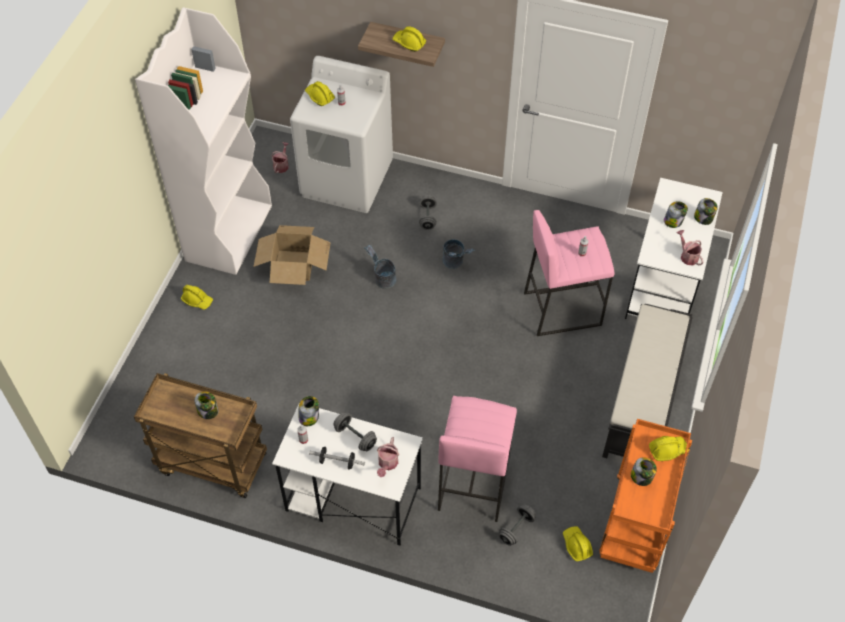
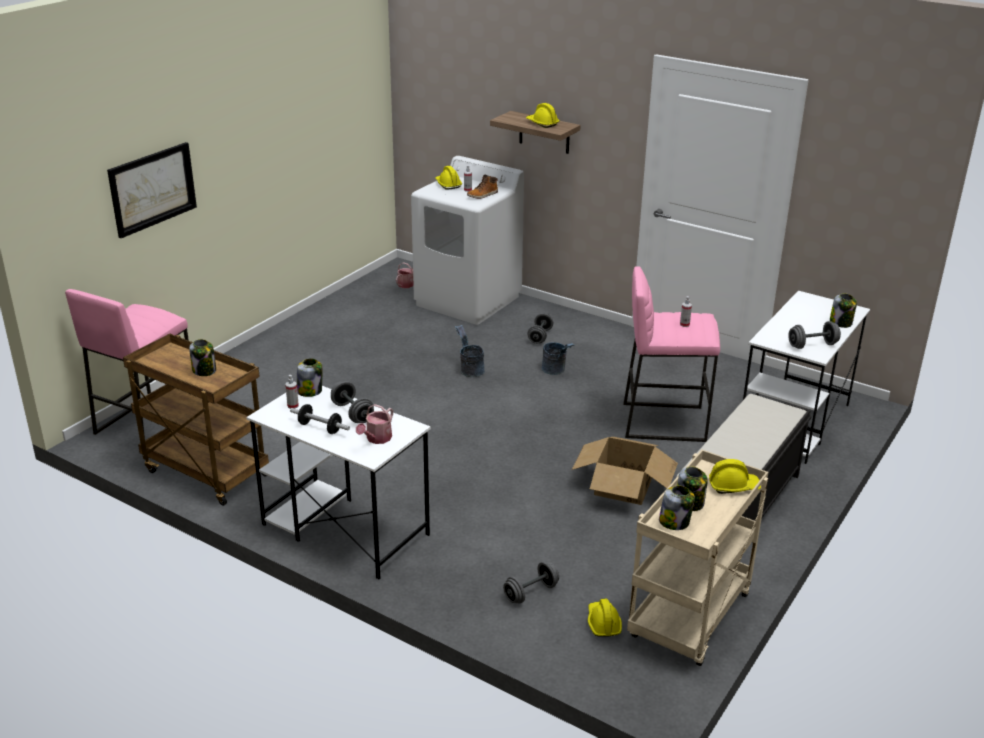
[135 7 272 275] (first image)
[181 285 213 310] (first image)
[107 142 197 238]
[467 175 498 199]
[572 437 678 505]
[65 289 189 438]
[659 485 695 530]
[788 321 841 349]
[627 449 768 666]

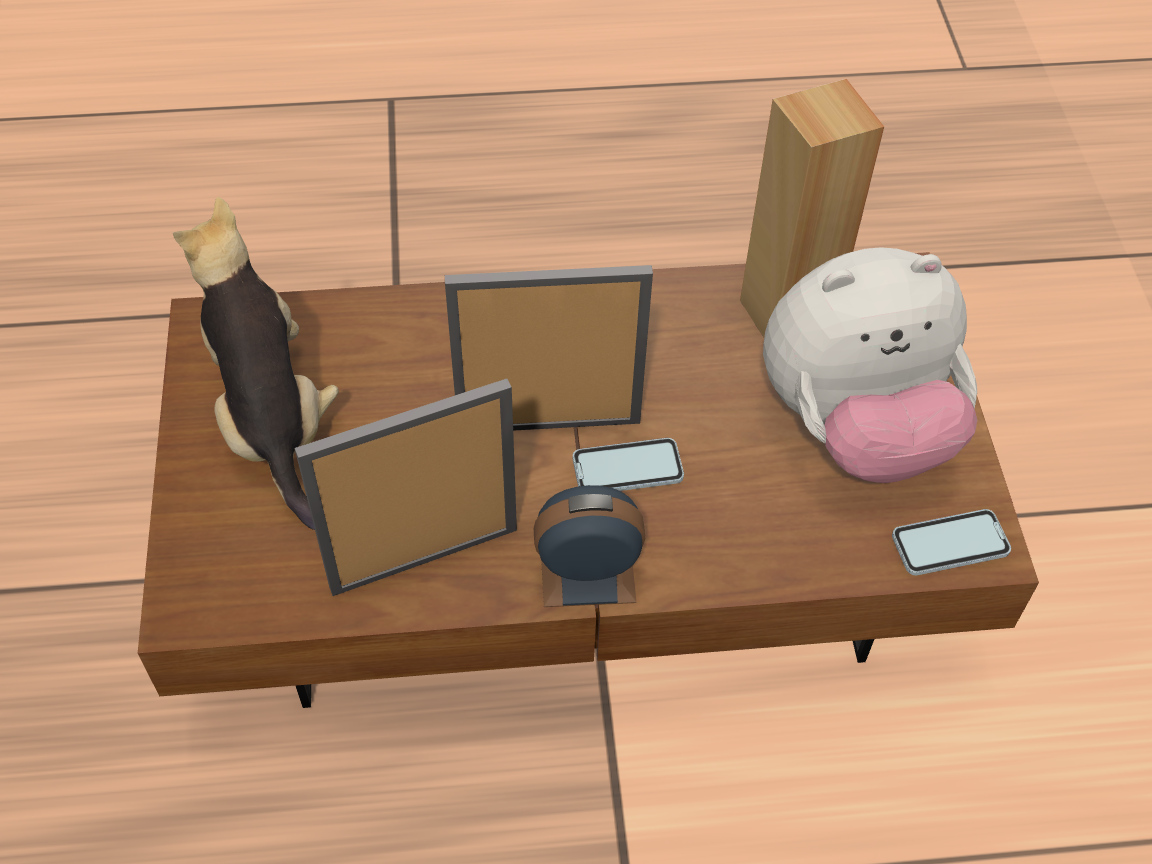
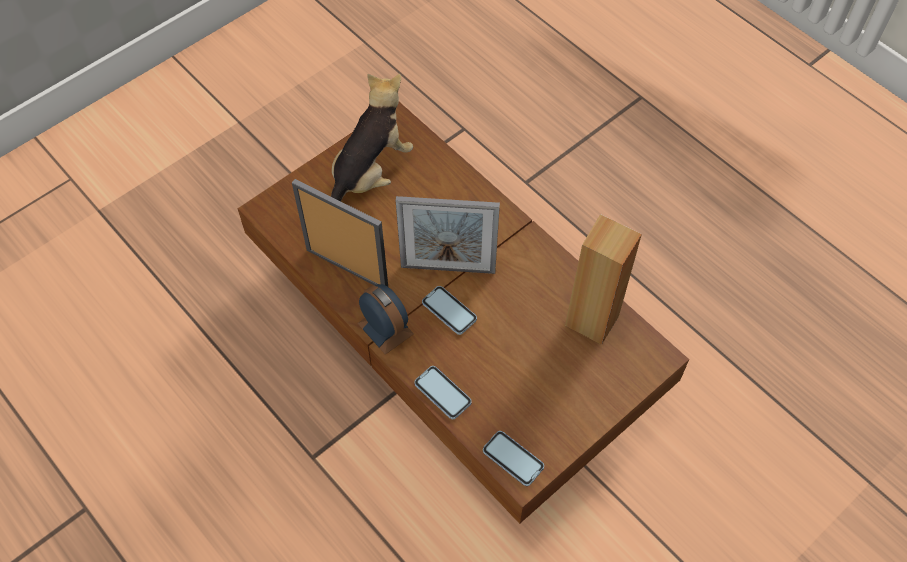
[763 247 977 483] (first image)
[414 366 472 419]
[396 196 500 274]

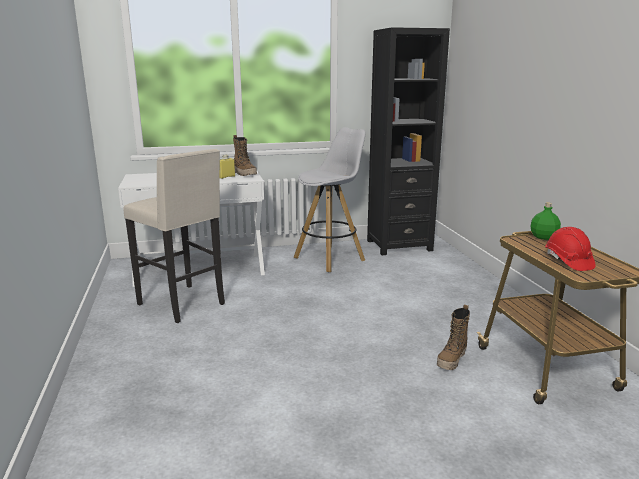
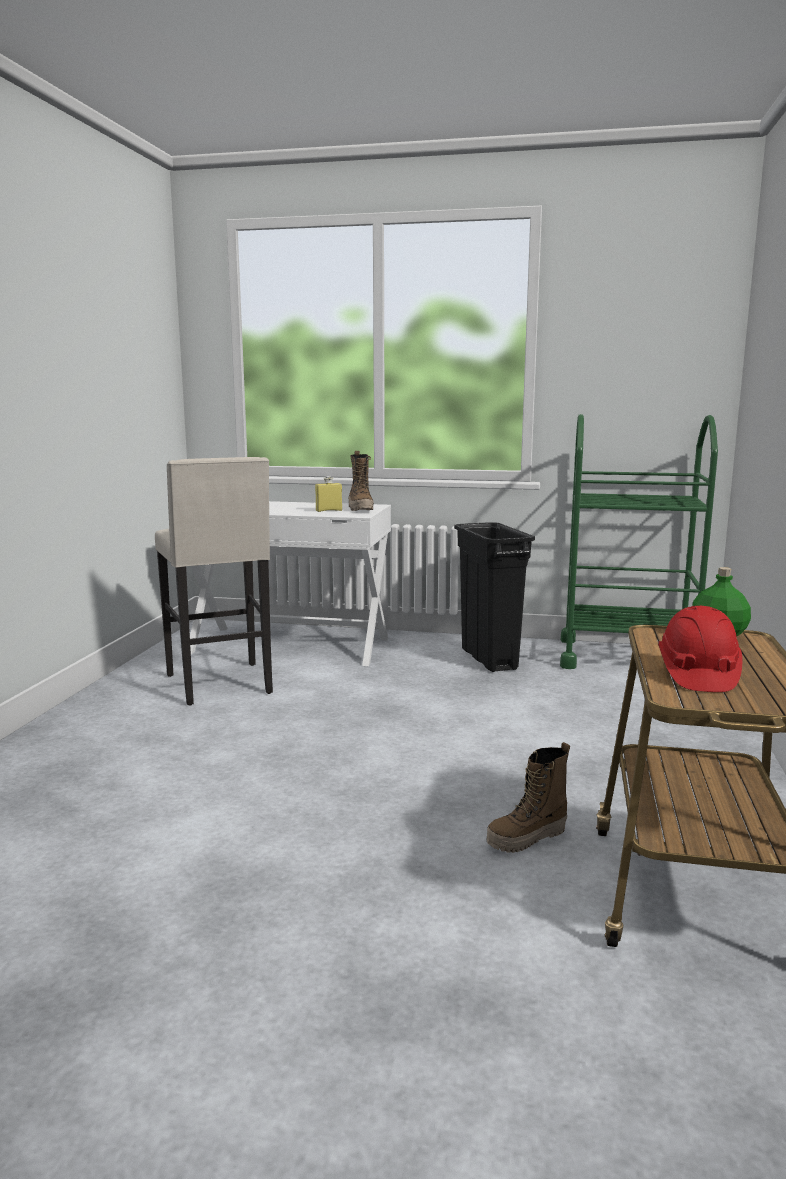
[454 522 535 672]
[560 414 718 669]

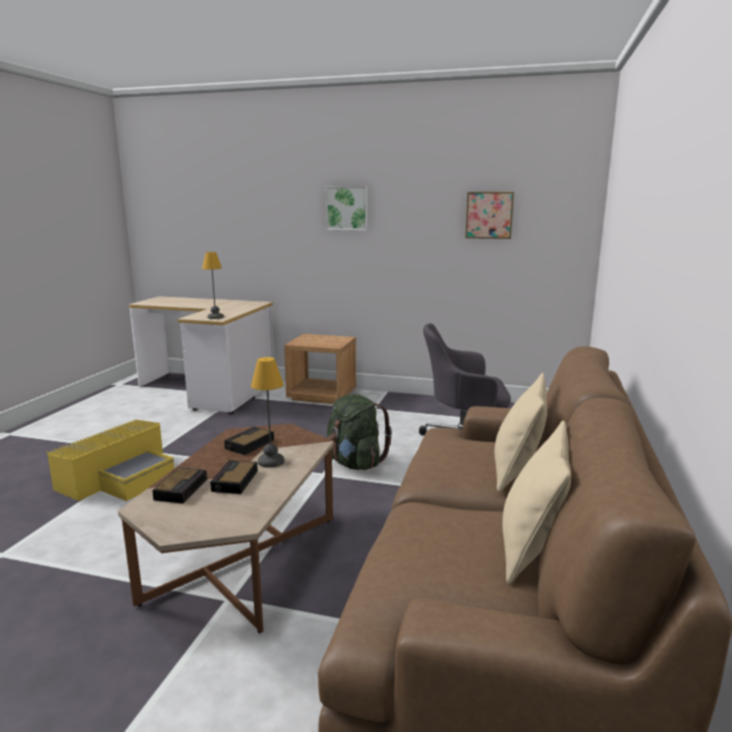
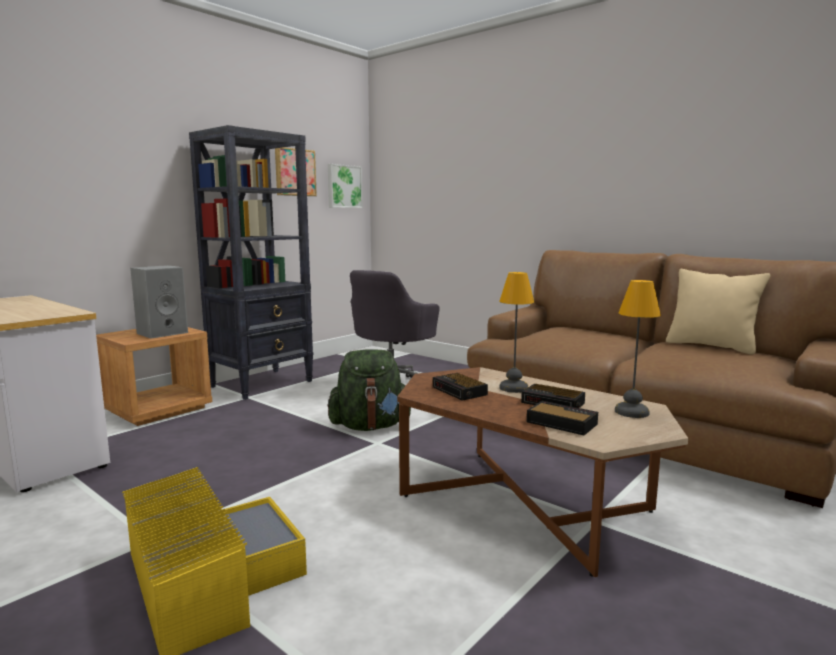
[495 373 547 493] (first image)
[130 265 188 339]
[189 125 313 400]
[615 280 661 418]
[328 164 363 208]

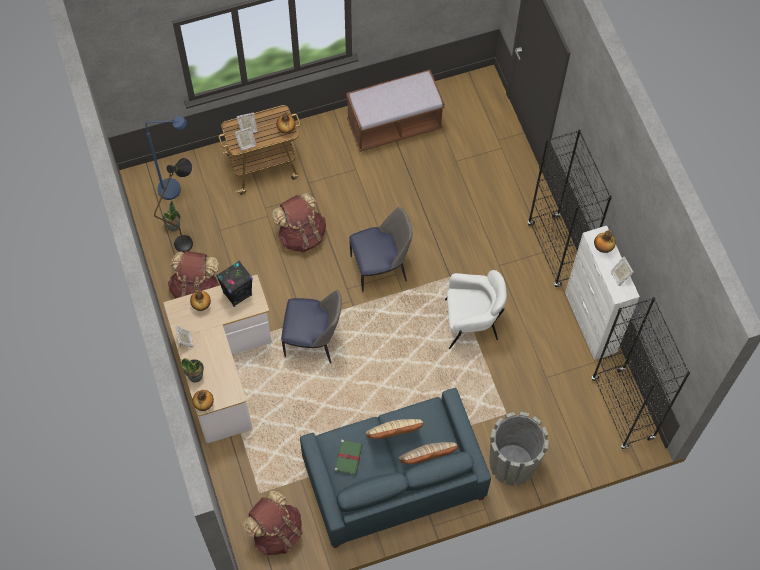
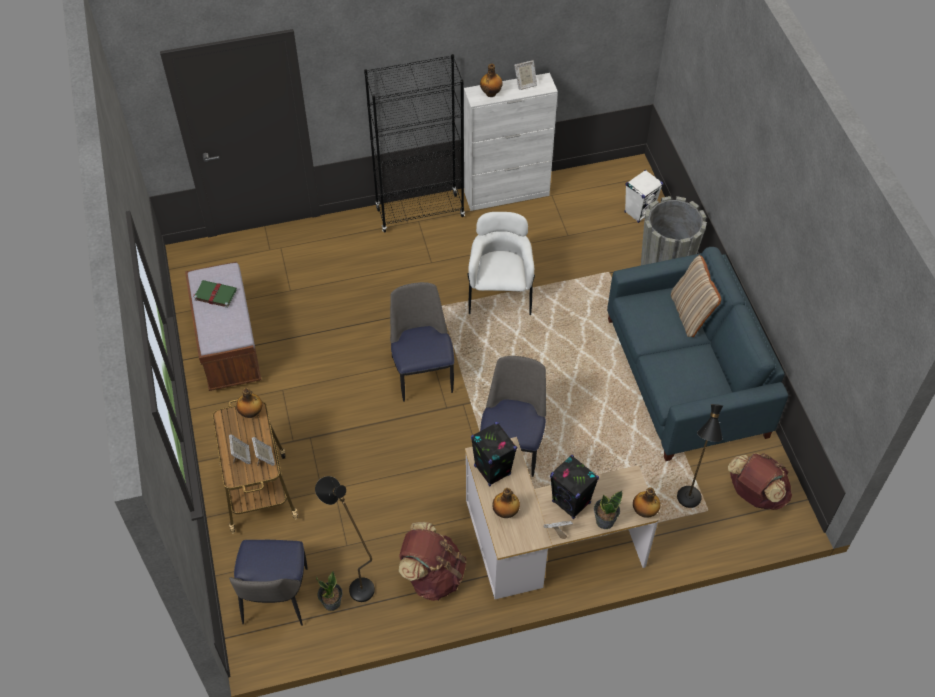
[272 193 326 253] (first image)
[366 419 423 439] (first image)
[592 297 690 450] (first image)
[550 455 599 519]
[624 170 663 223]
[677 404 723 508]
[194 280 237 308]
[229 540 307 626]

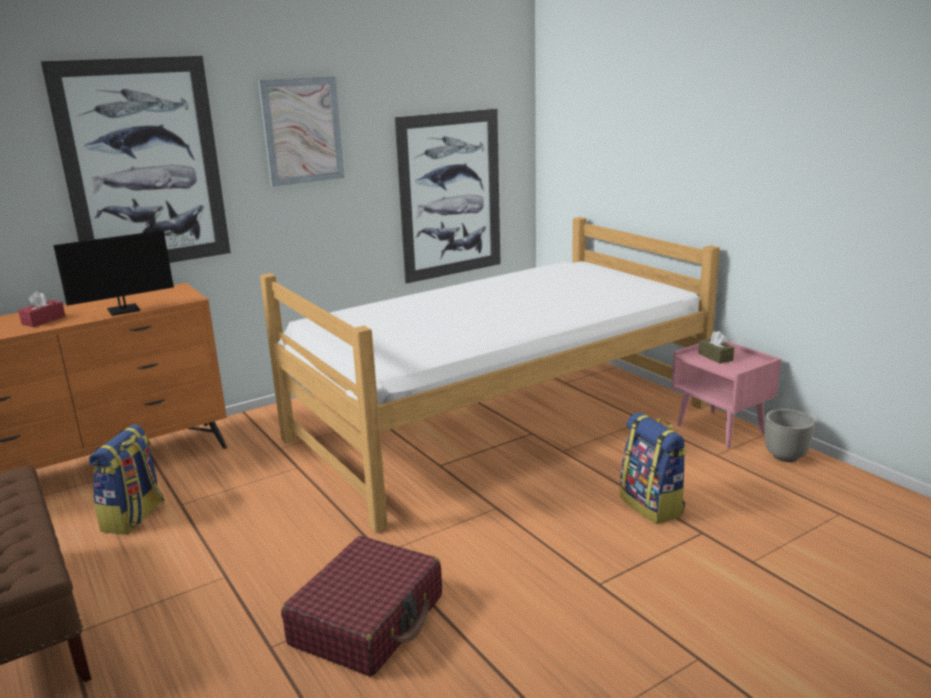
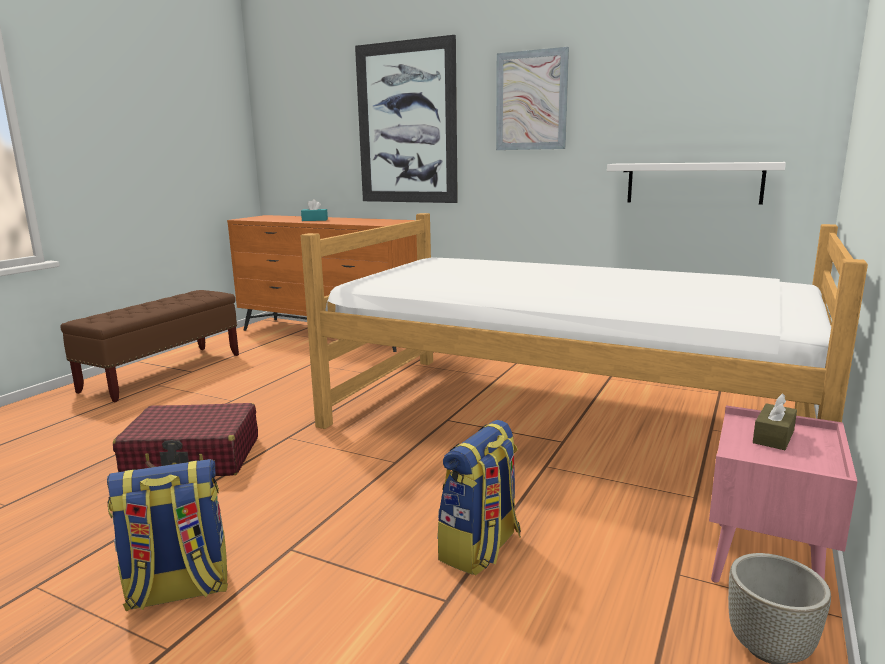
[53 230 193 316] (first image)
[107 459 228 611]
[607 162 786 205]
[301 199 328 221]

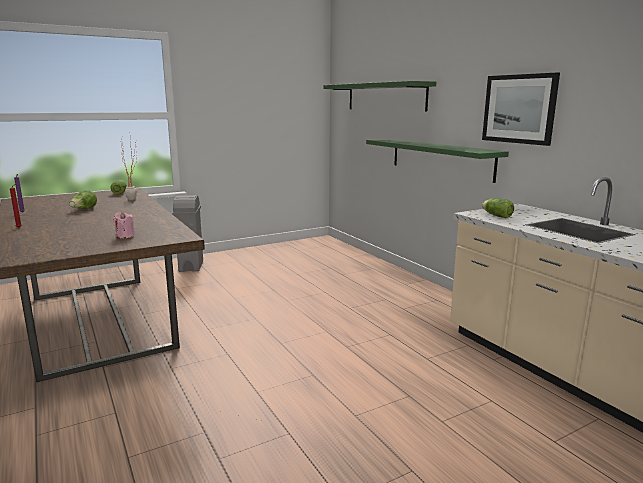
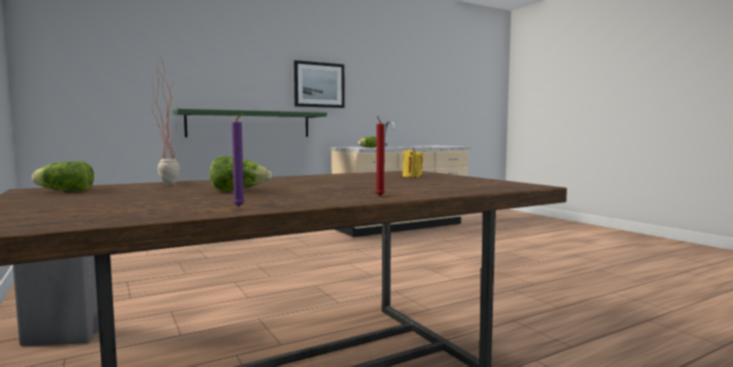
[323 81 436 112] (first image)
[402 147 423 178]

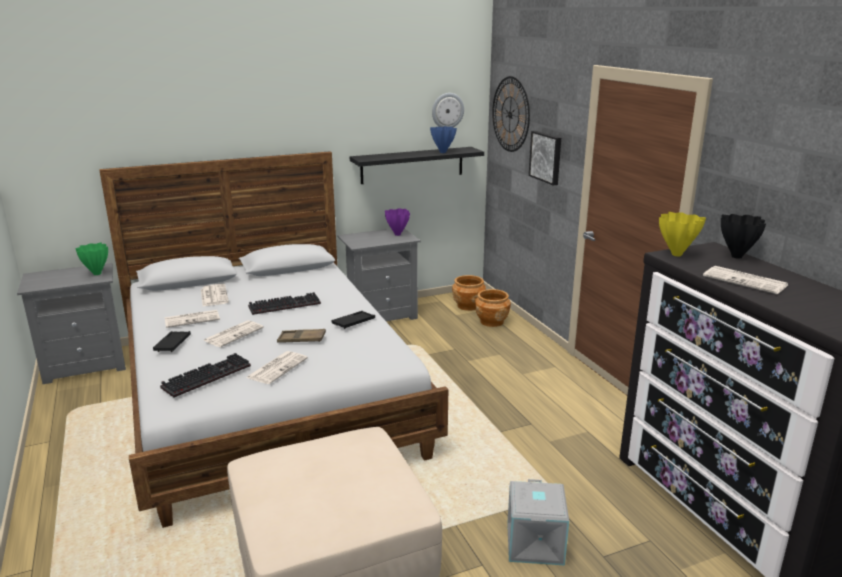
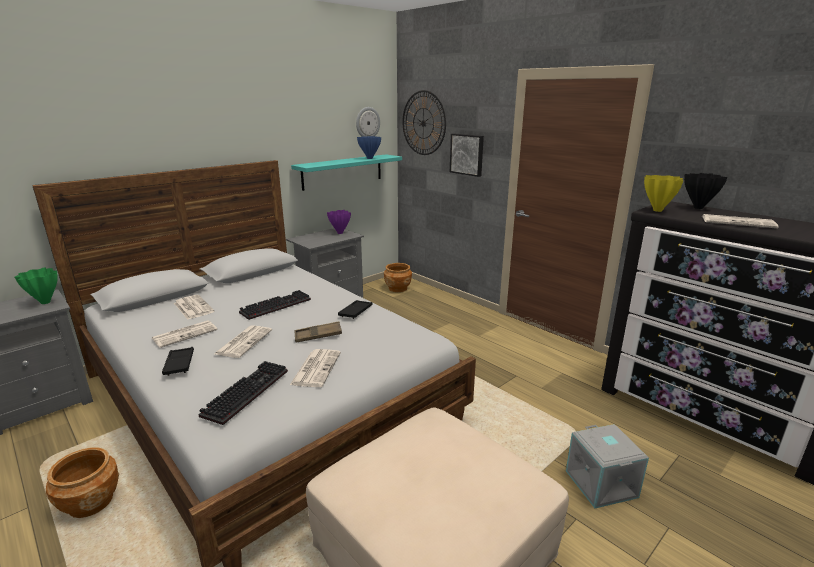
[46 447 119 518]
[291 154 402 191]

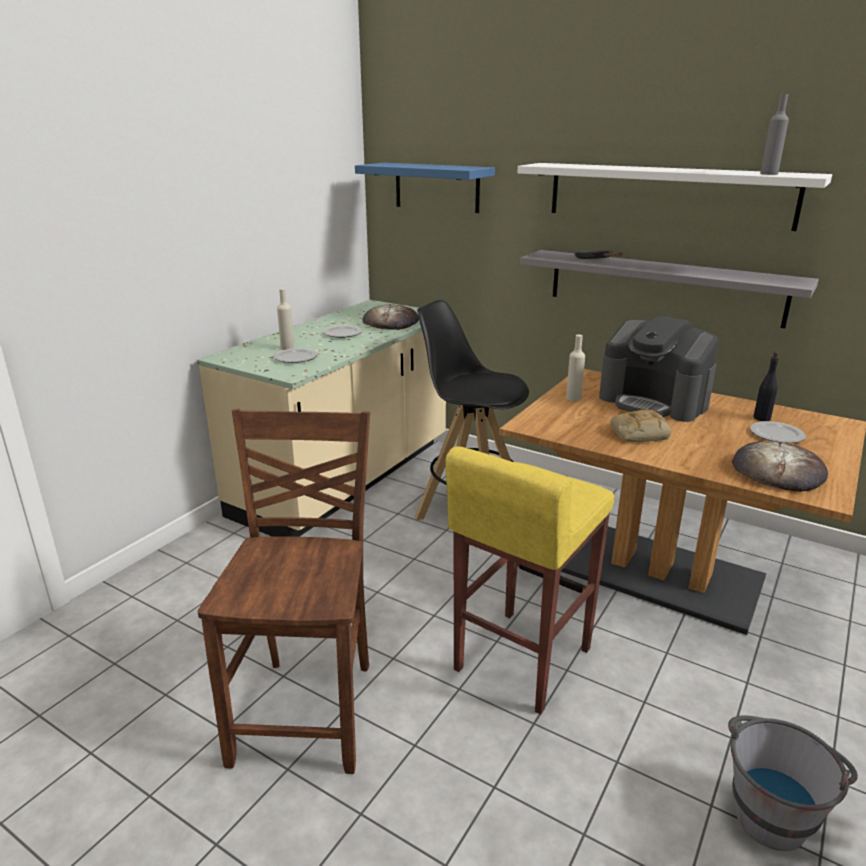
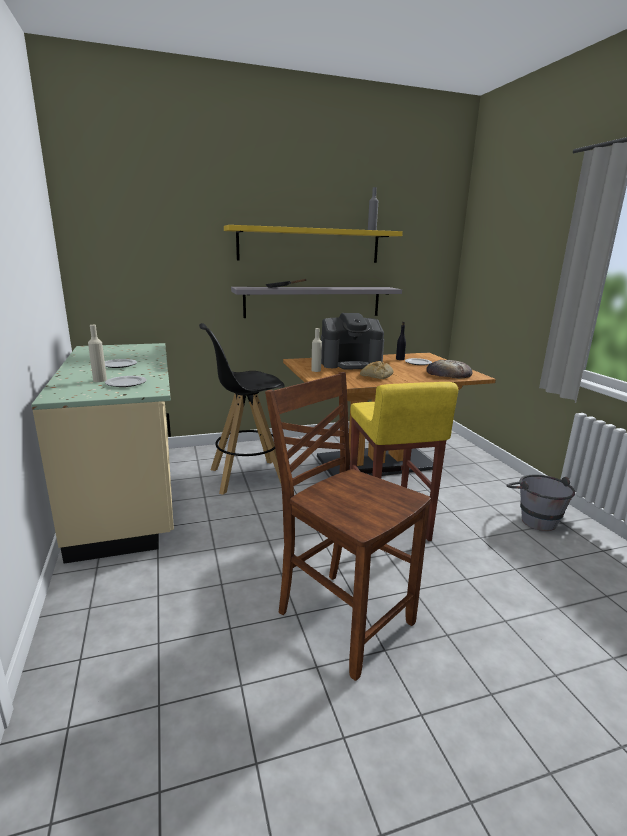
[355 163 495 213] (first image)
[362 304 419 330] (first image)
[224 225 403 263]

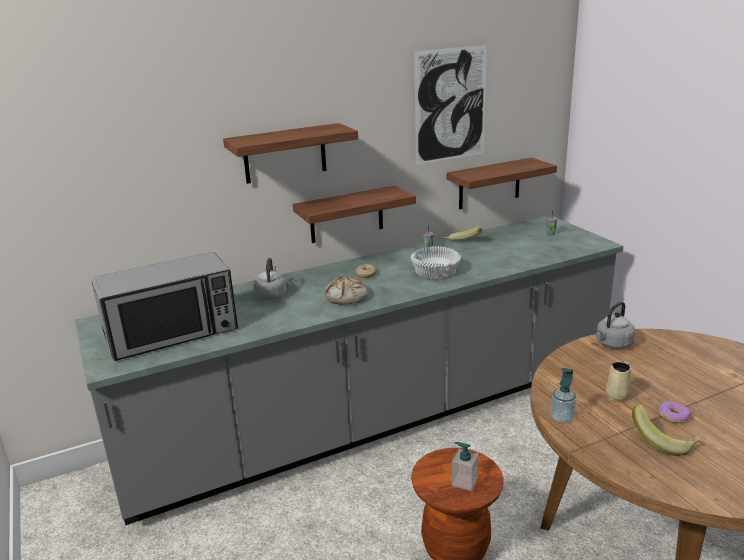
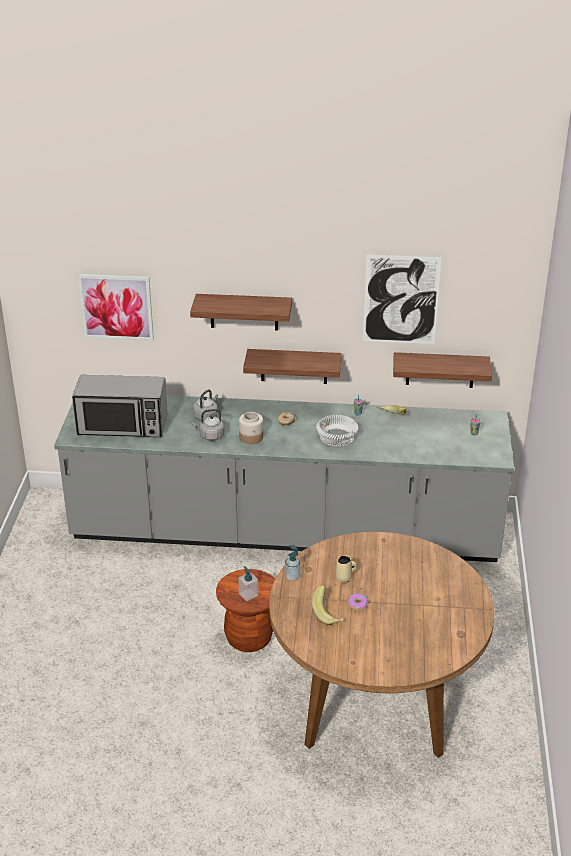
[78 274 154 341]
[191 409 225 441]
[239 412 263 444]

